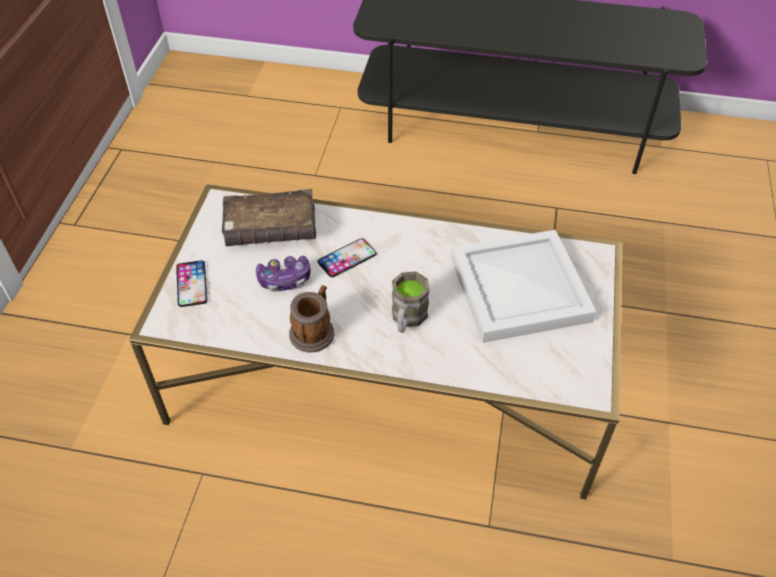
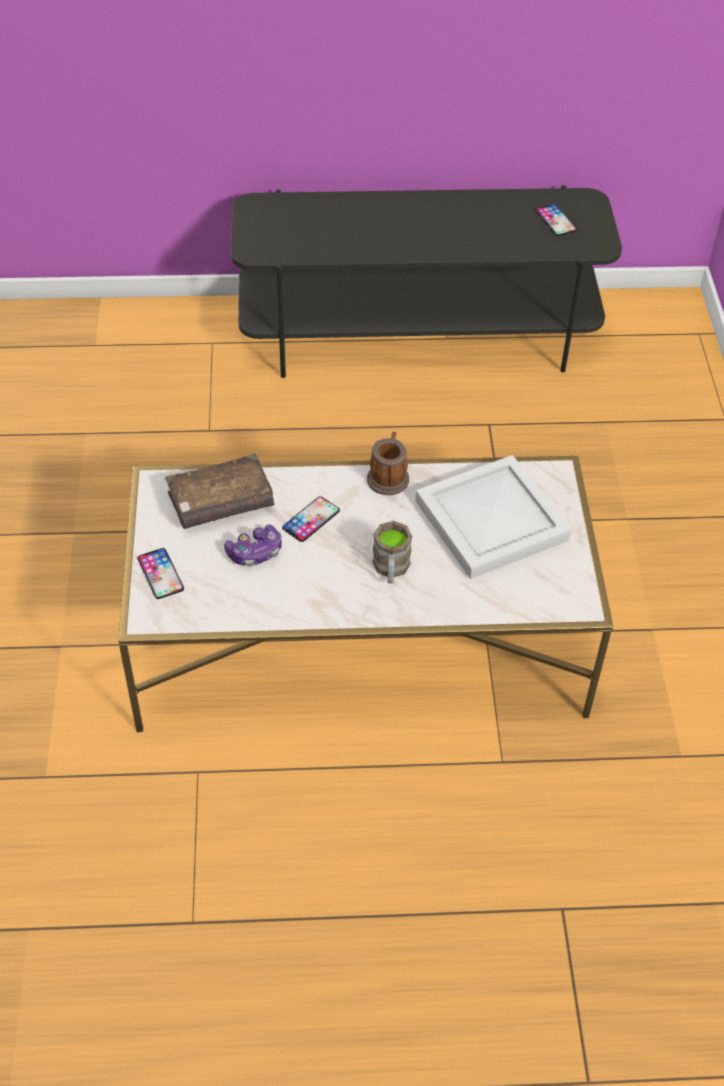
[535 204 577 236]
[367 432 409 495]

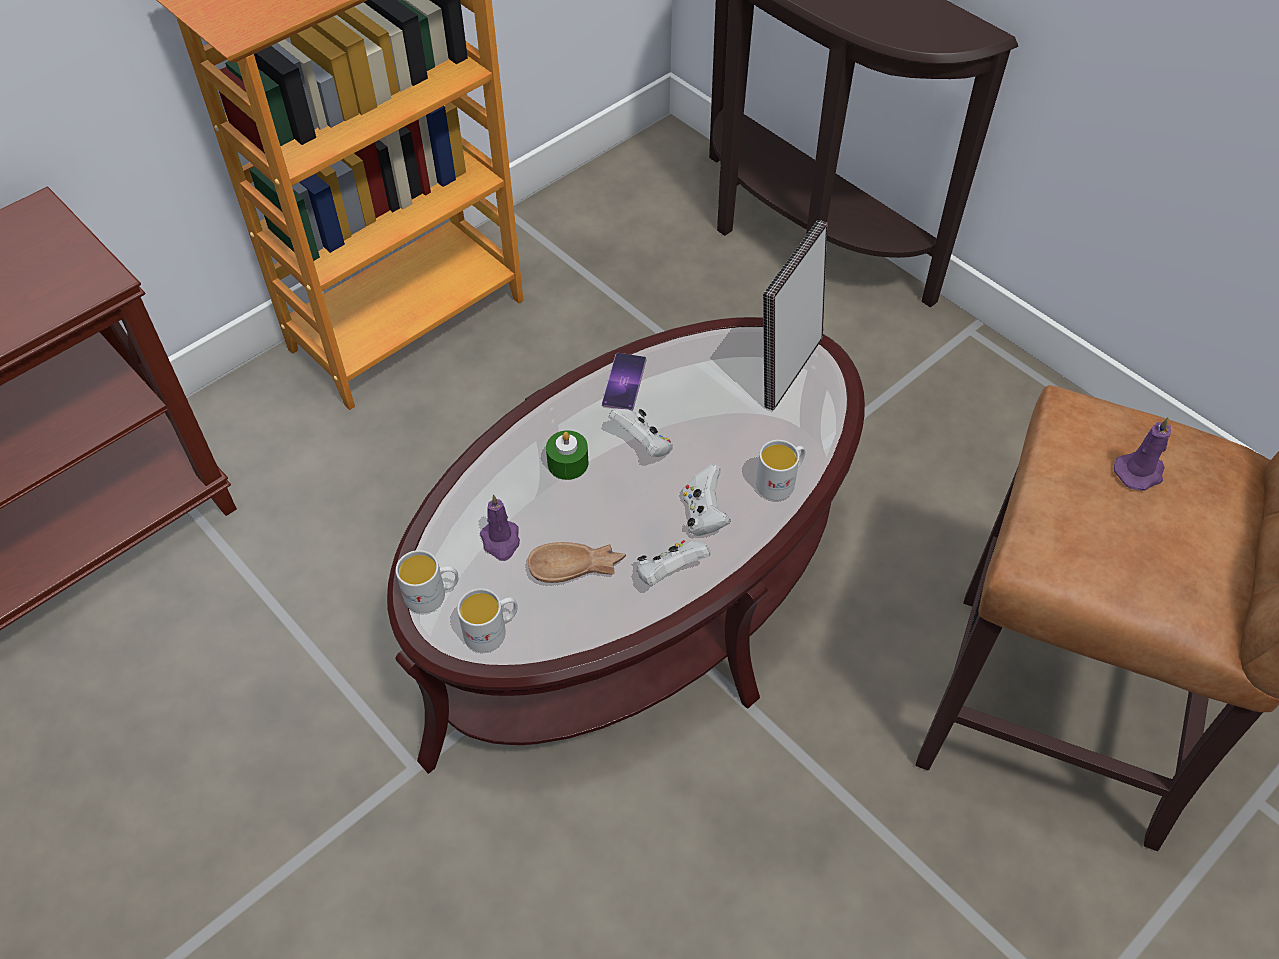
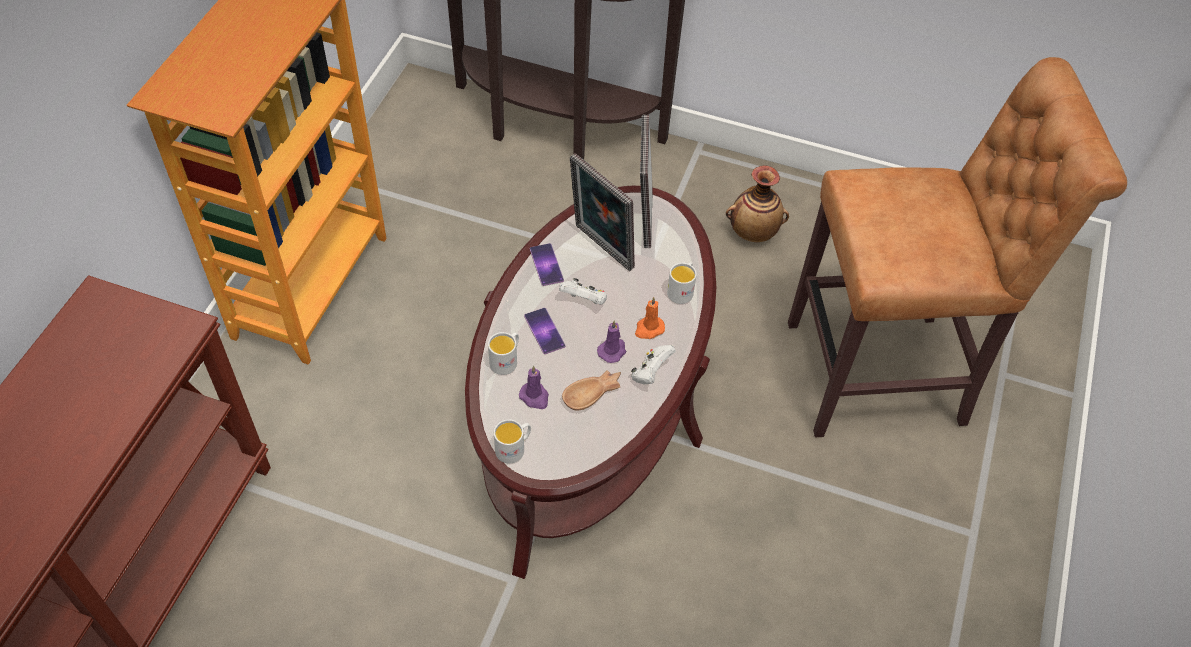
[570 153 635 271]
[726 165 789 242]
[488 332 519 375]
[597 320 626 363]
[524 308 565 354]
[635 297 665 339]

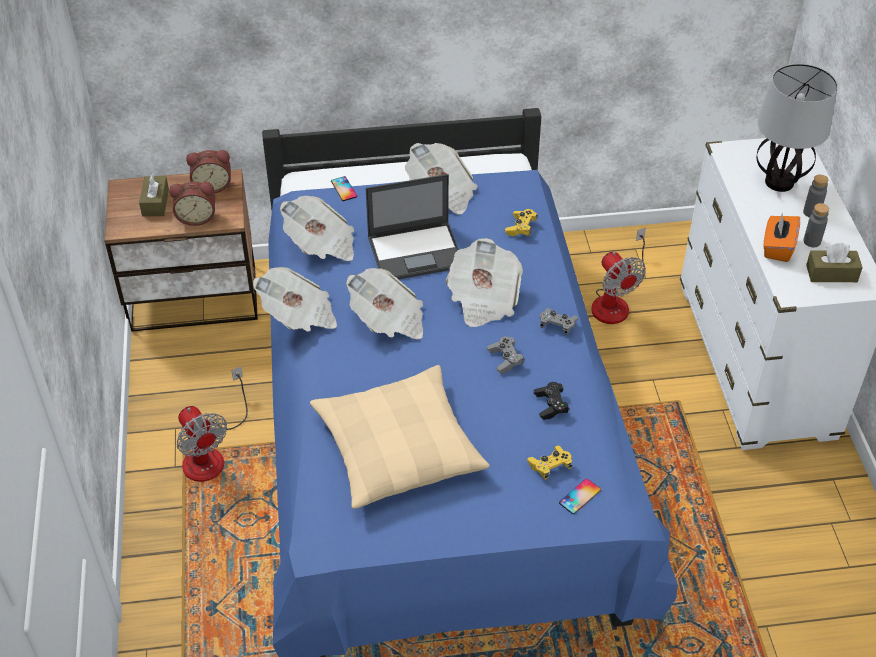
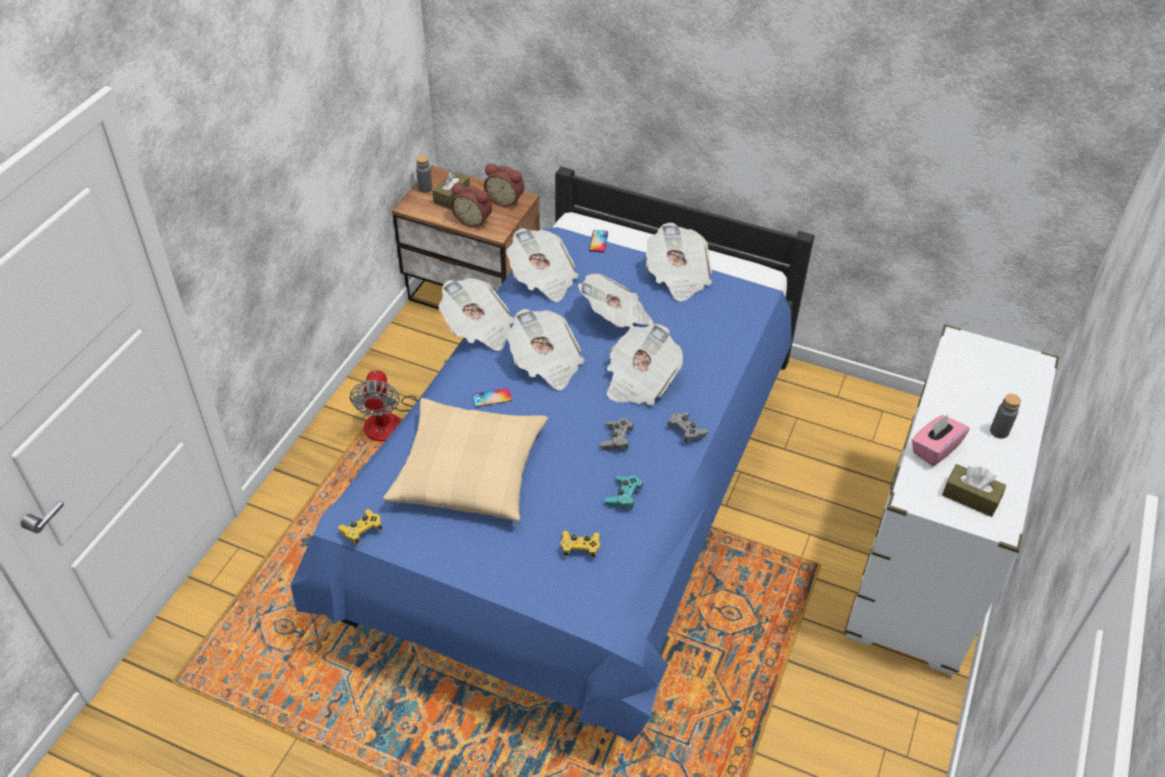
[591 228 646 324] (first image)
[757 64 838 192] (first image)
[338 509 382 545]
[472 388 512 407]
[416 155 432 193]
[578 274 654 328]
[605 476 643 509]
[911 415 969 466]

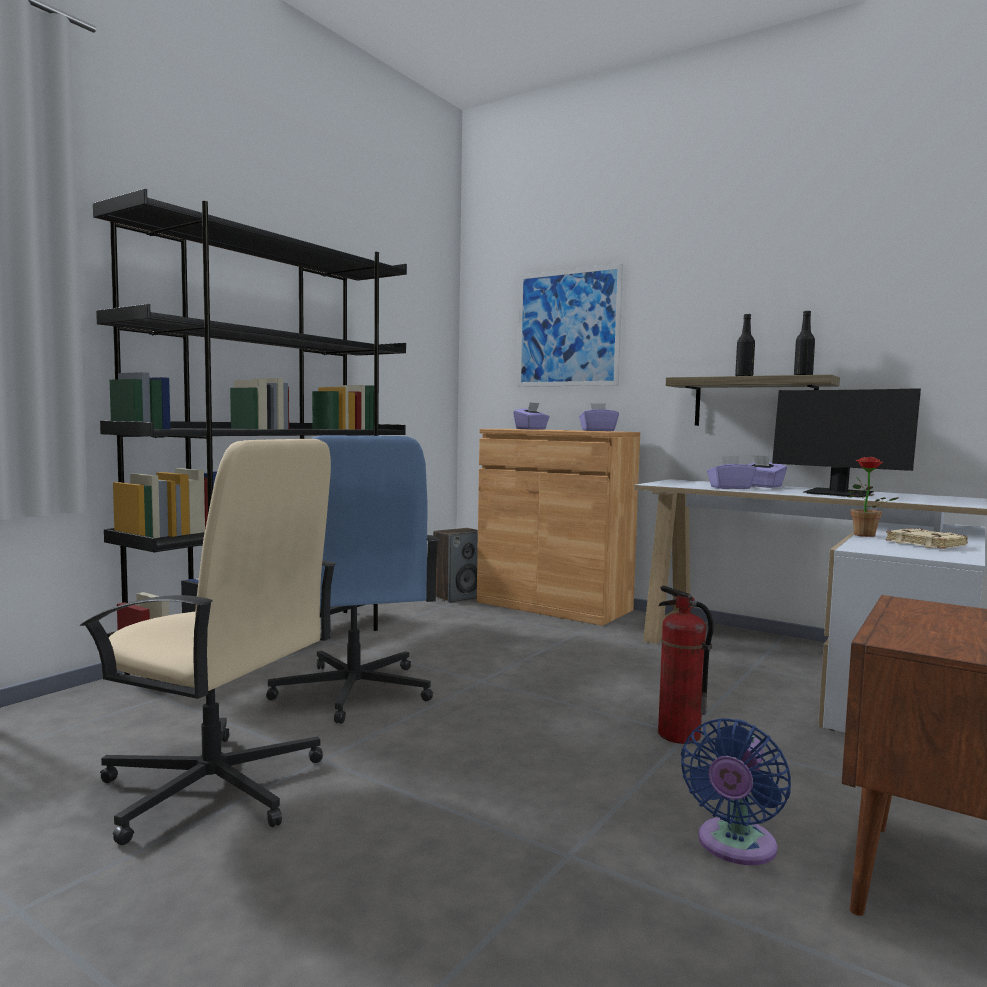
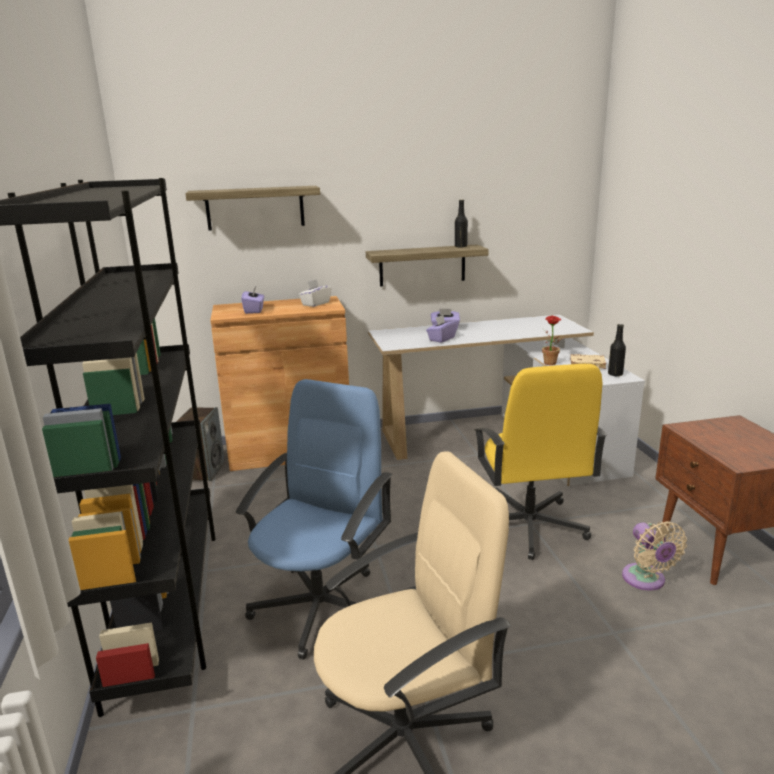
[772 388 921 498] (first image)
[608 324 626 376]
[185 186 320 231]
[474 364 607 560]
[298 279 332 307]
[622 521 687 591]
[236 379 392 660]

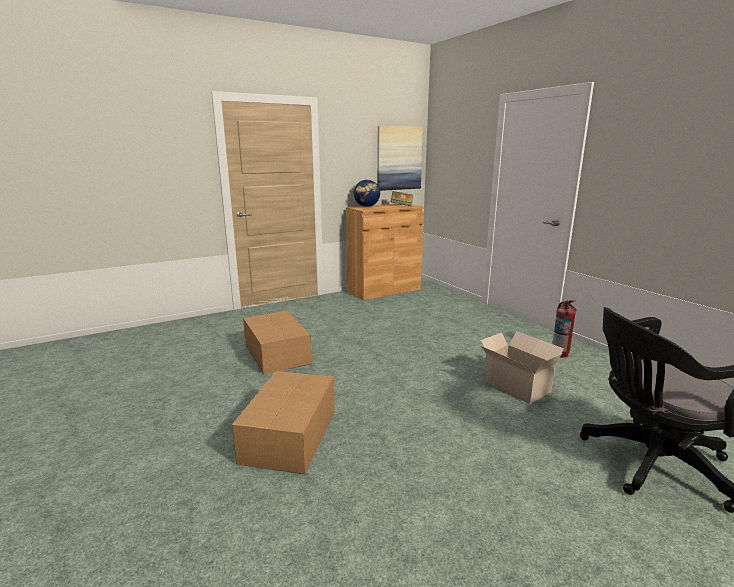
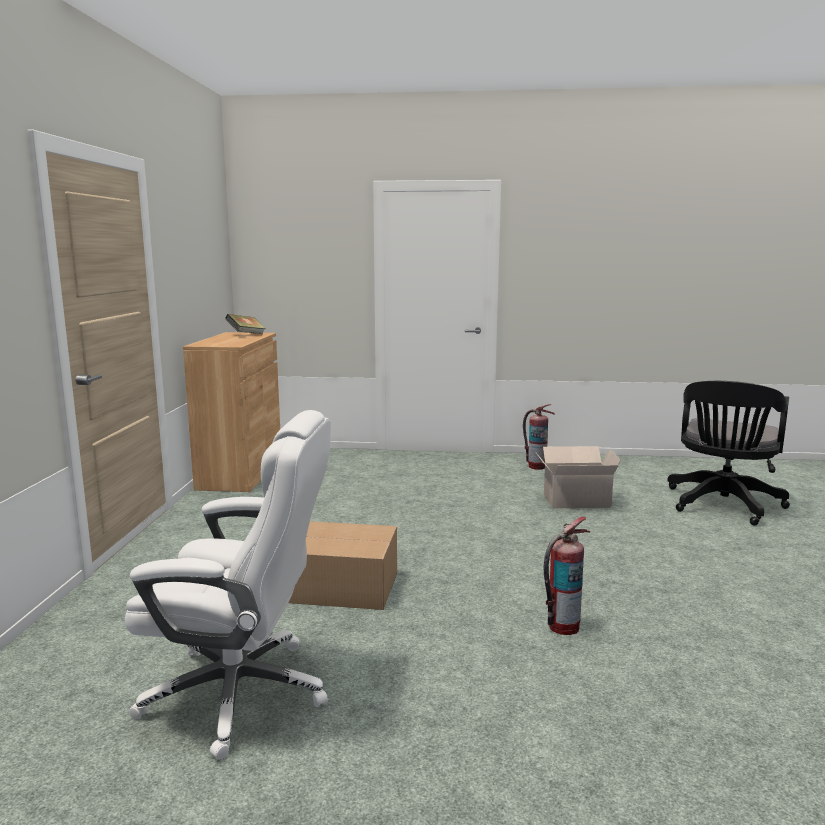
[354 180 380 207] (first image)
[377 126 423 191] (first image)
[125 410 331 759]
[544 517 590 635]

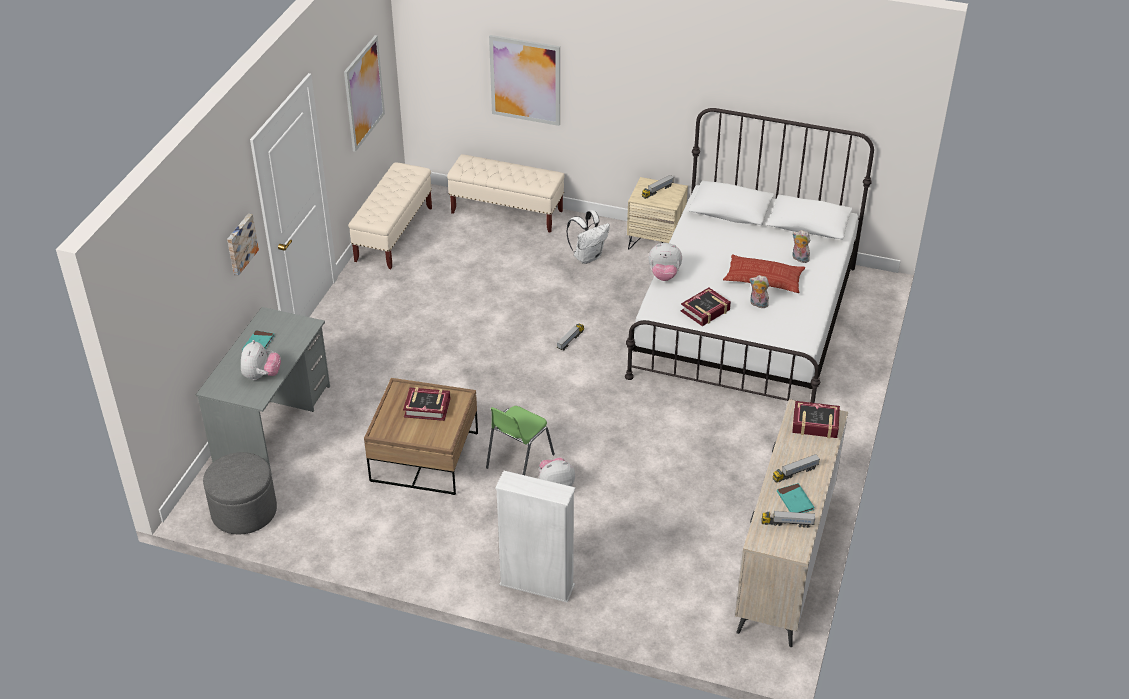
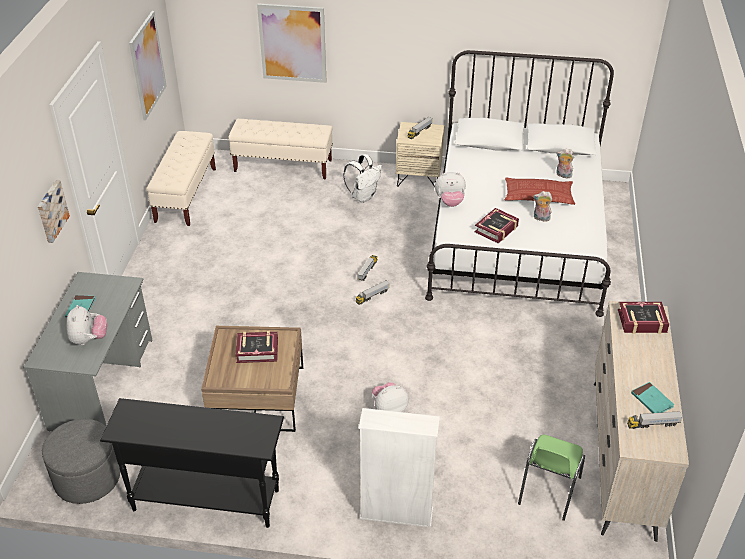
[100 398 284 528]
[518 435 585 521]
[356 280 390 305]

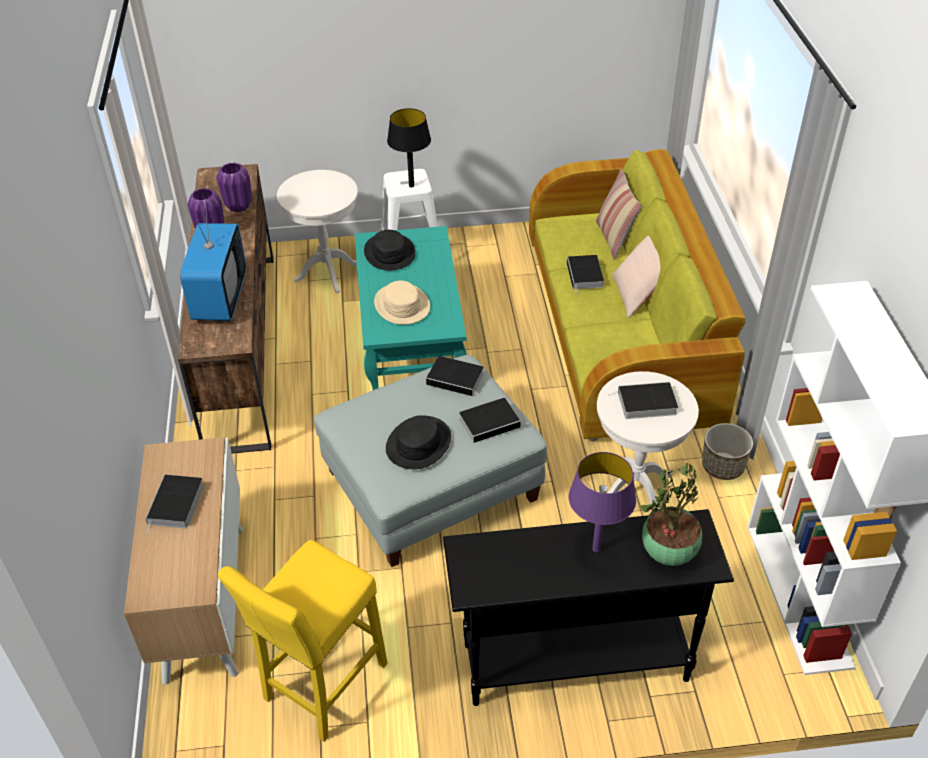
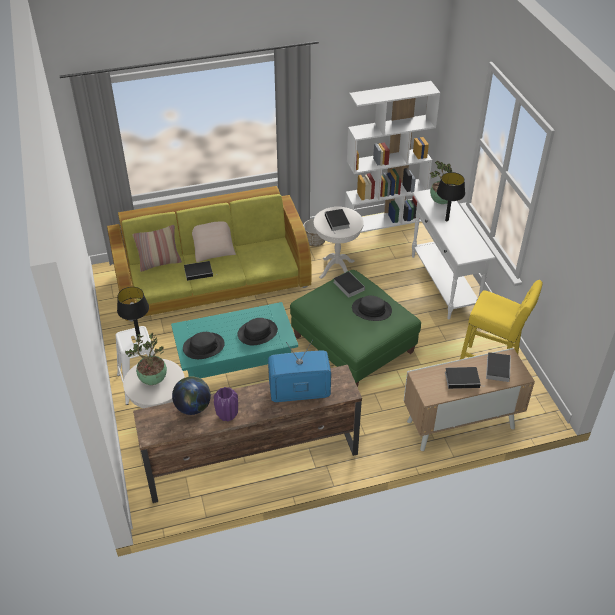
[125 333 167 385]
[486 352 511 382]
[172 377 211 415]
[290 270 421 387]
[237 318 278 345]
[412 189 495 320]
[437 172 465 221]

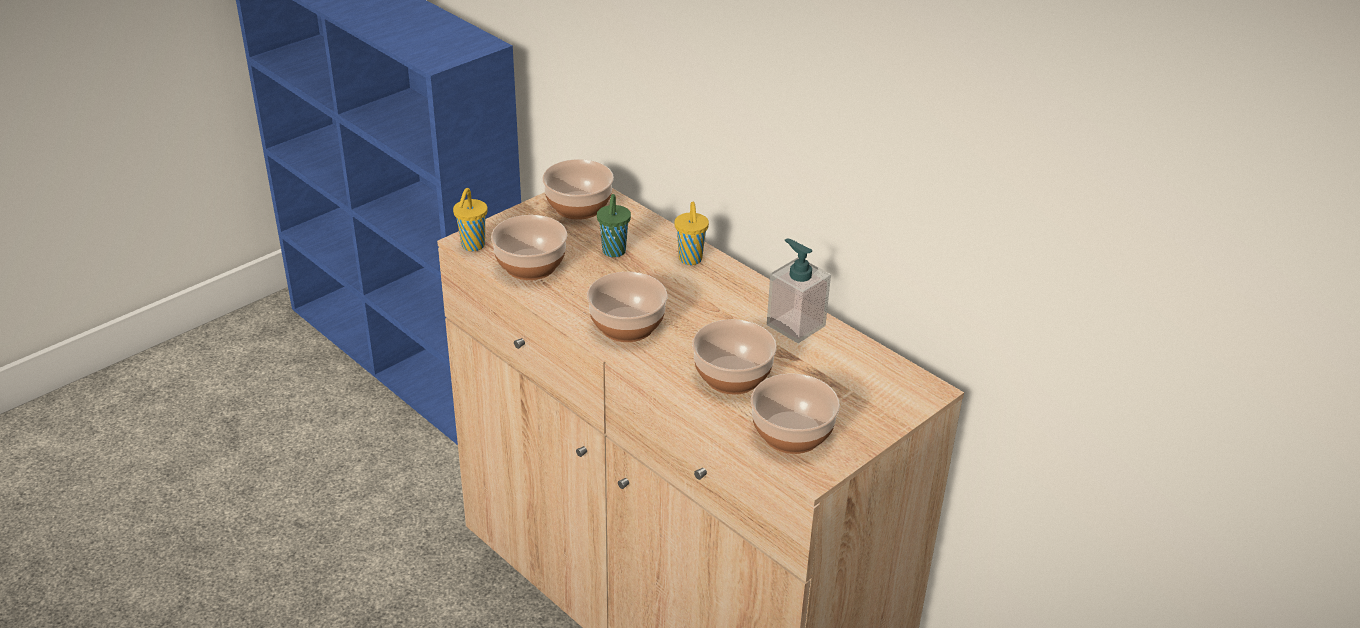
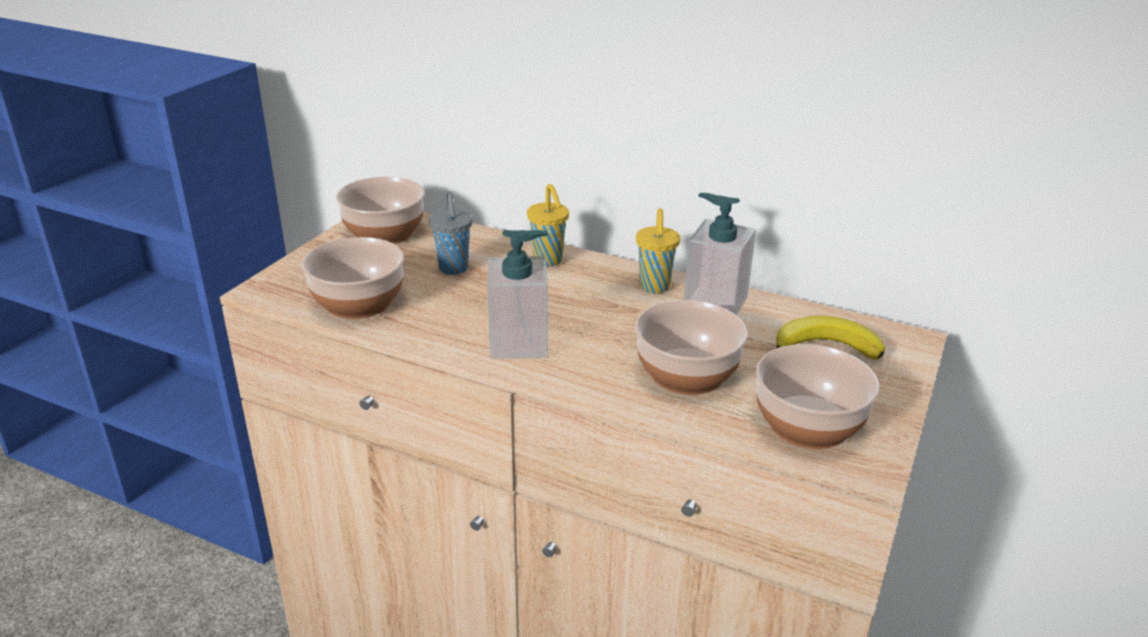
[776 316 885 360]
[636 208 680 294]
[487 230 548 359]
[429 191 472 275]

